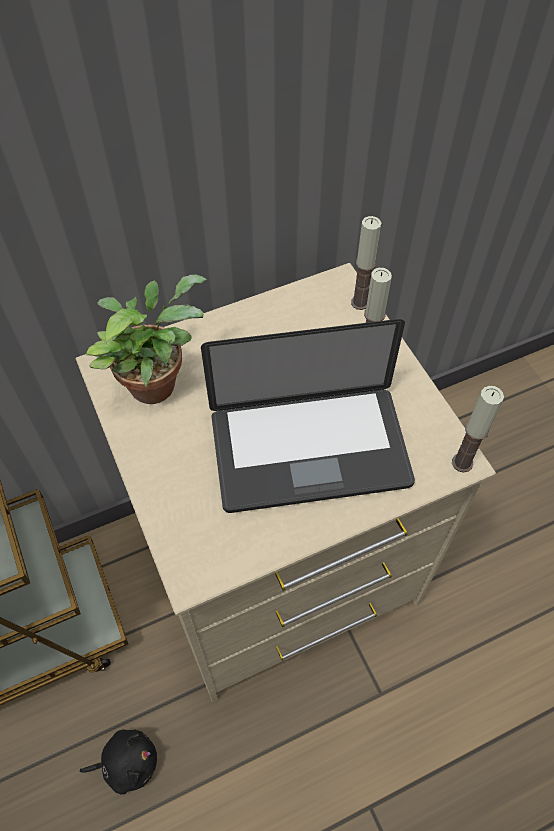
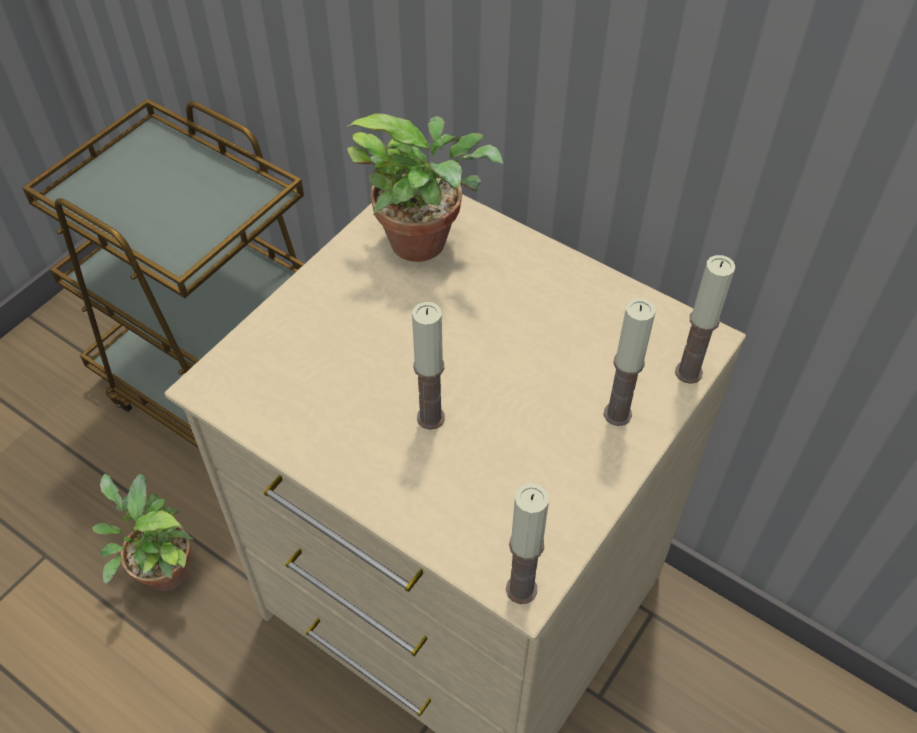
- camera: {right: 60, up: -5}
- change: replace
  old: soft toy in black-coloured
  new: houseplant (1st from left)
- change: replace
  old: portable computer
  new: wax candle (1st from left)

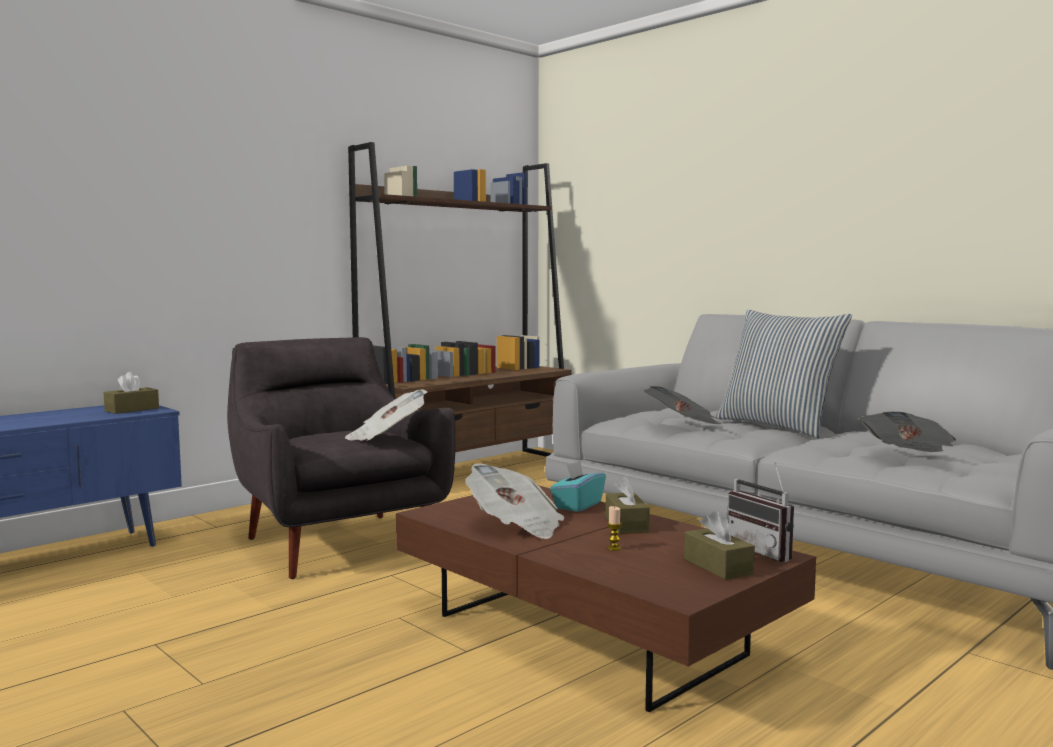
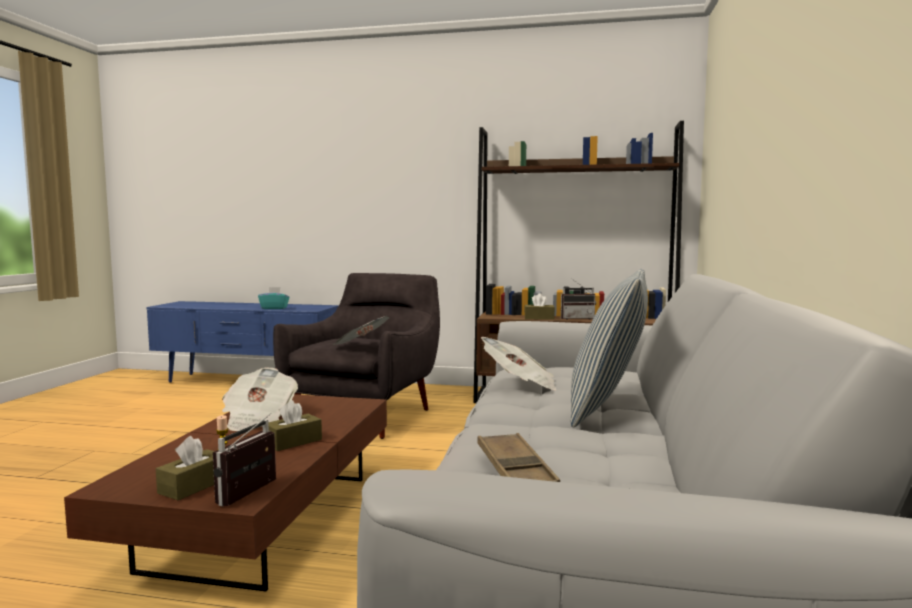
- camera: {right: 55, up: 0}
- change: insert
  new: radio set (2nd from left)
- change: move
  old: tissue box in brownish (1st from left in the first image)
  new: tissue box in brownish (3rd from left)
- change: move
  old: tissue box in blue-green
- change: replace
  old: newspaper (4th from left)
  new: tray in brownish

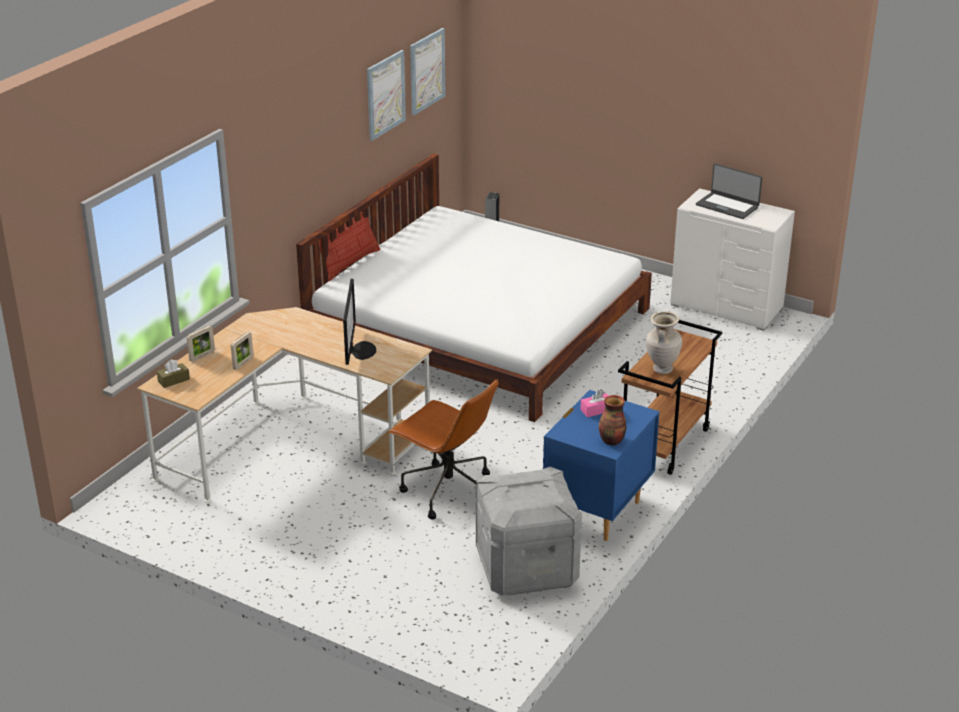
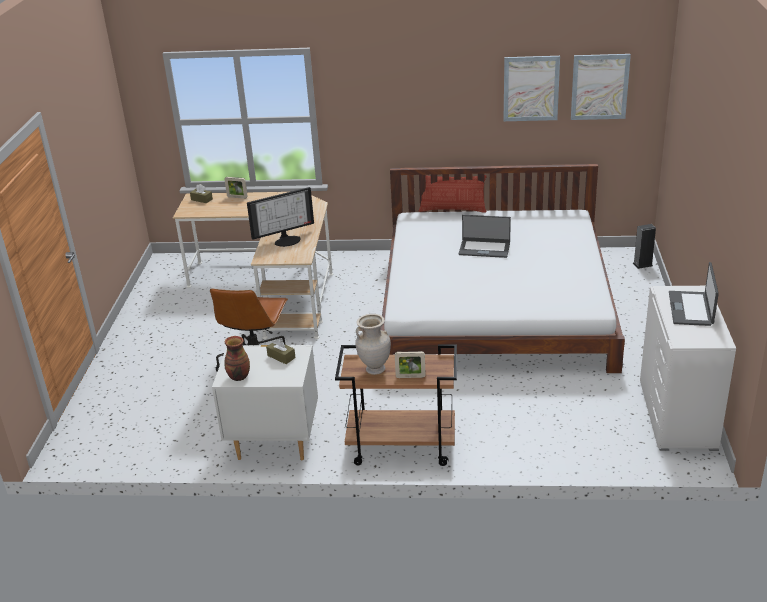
- camera: {right: 65, up: 0}
- change: delete
  old: storage box in greyish
- change: insert
  new: portable computer (1st from left)
- change: move
  old: standing frame (2nd from left)
- change: recolor
  old: nightstand in bluish
  new: nightstand in whitish
- change: recolor
  old: tissue box in pink
  new: tissue box in brownish (2nd from left)

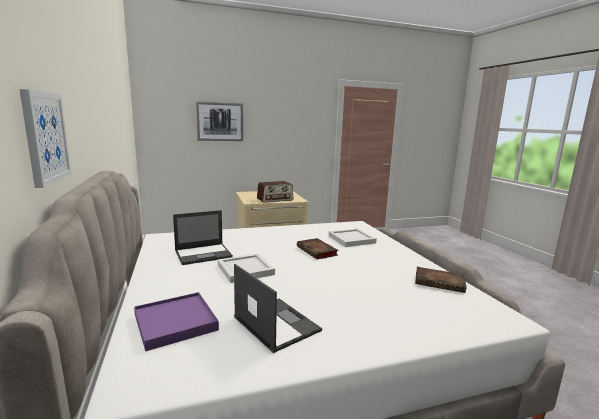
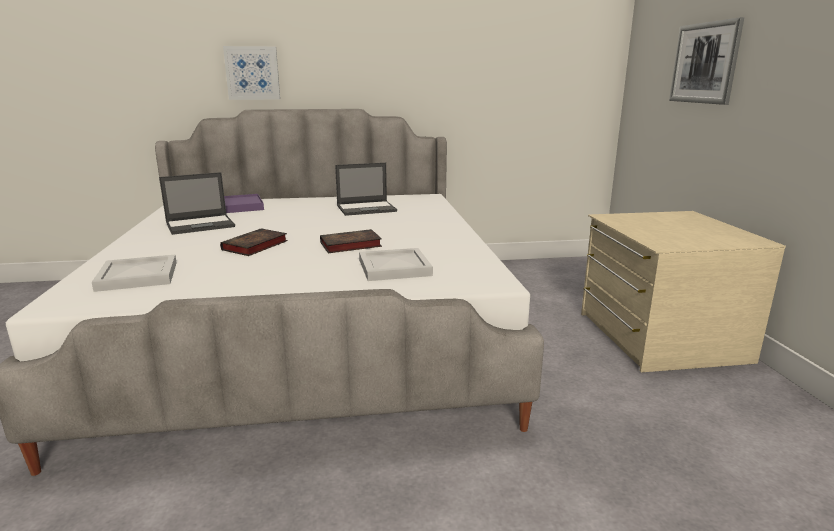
- camera: {right: 100, up: 5}
- change: delete
  old: radio set
- change: move
  old: tray in whitish (1st from left)
- change: move
  old: book (2nd from left in the first image)
  new: book (1st from left)
- change: rotate
  old: portable computer (1st from left in the first image)
  degrees: -90

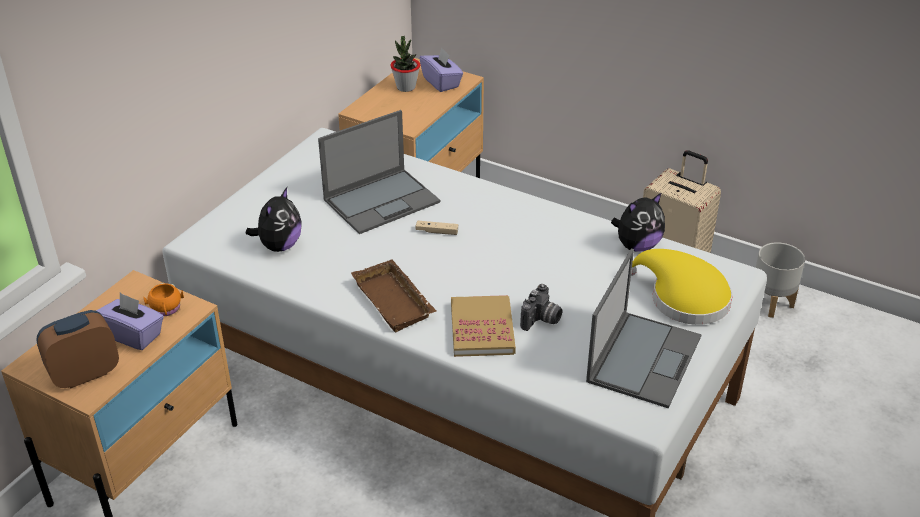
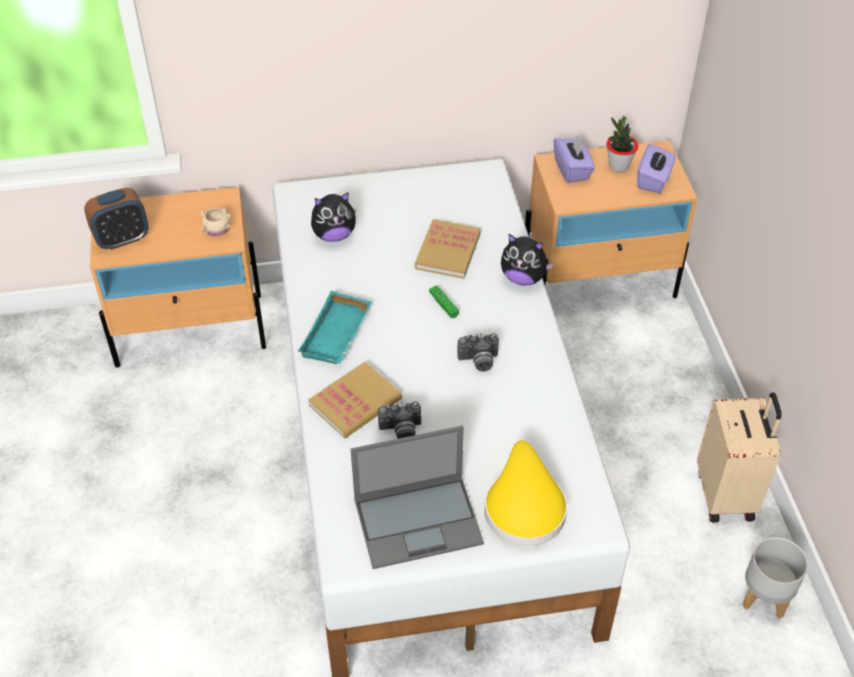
- camera: {right: 50, up: 10}
- change: insert
  new: still camera (2nd from left)
- change: move
  old: tissue box in purple (1st from left)
- change: move
  old: soft toy (2nd from left)
- change: replace
  old: portable computer (1st from left)
  new: book (2nd from left)
- change: recolor
  old: mug in orange-coloured
  new: mug in beige
- change: recolor
  old: tray in brownish
  new: tray in blue-green
- change: recolor
  old: joypad in beige
  new: joypad in green
- change: rotate
  old: bedside clock
  degrees: 135

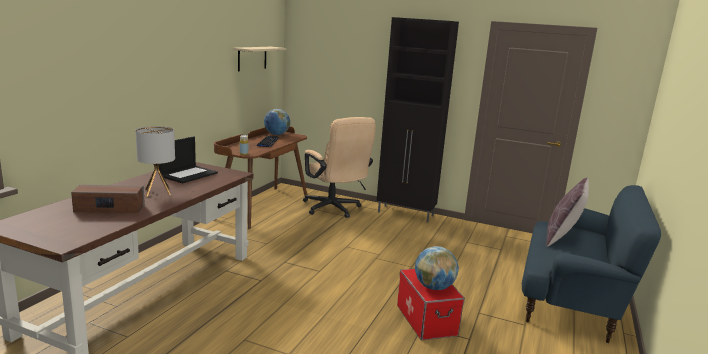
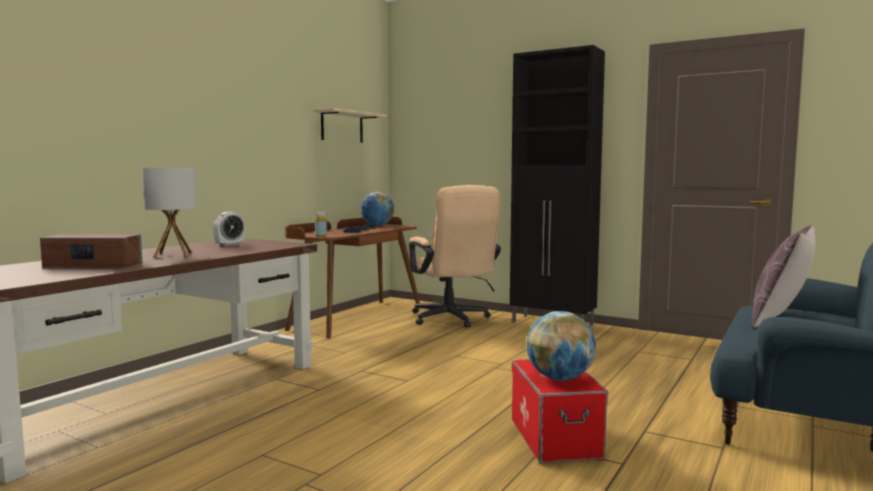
- camera: {right: 10, up: -10}
- change: replace
  old: portable computer
  new: bedside clock

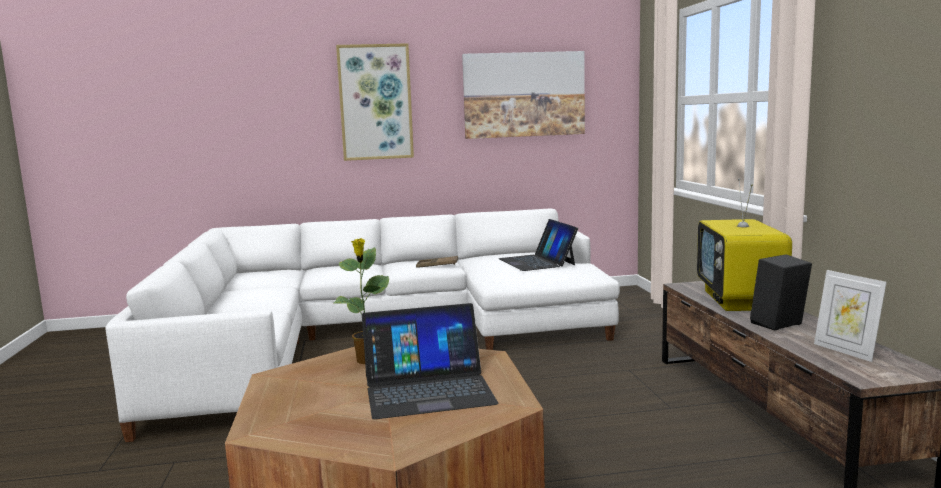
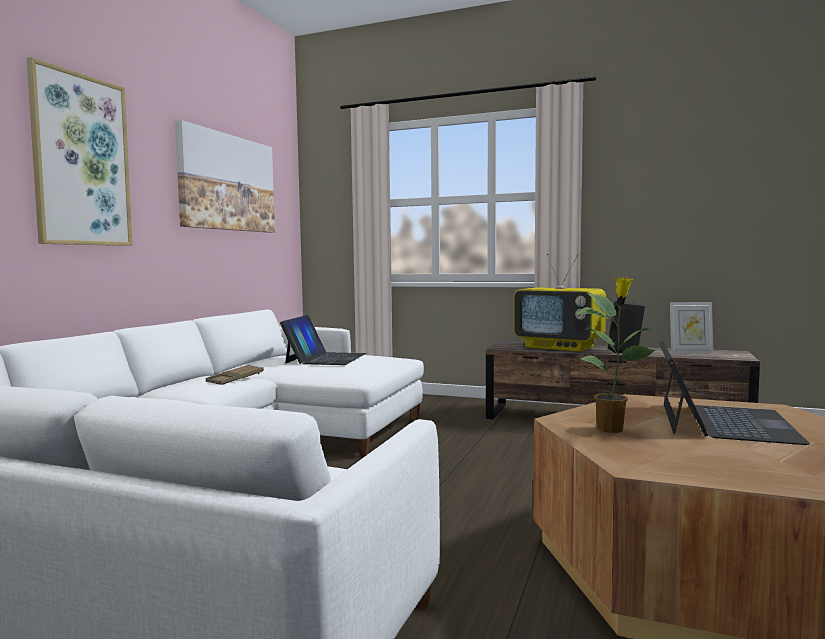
- camera: {right: -60, up: -5}
- change: rotate
  old: portable computer (2nd from left in the first image)
  degrees: -90

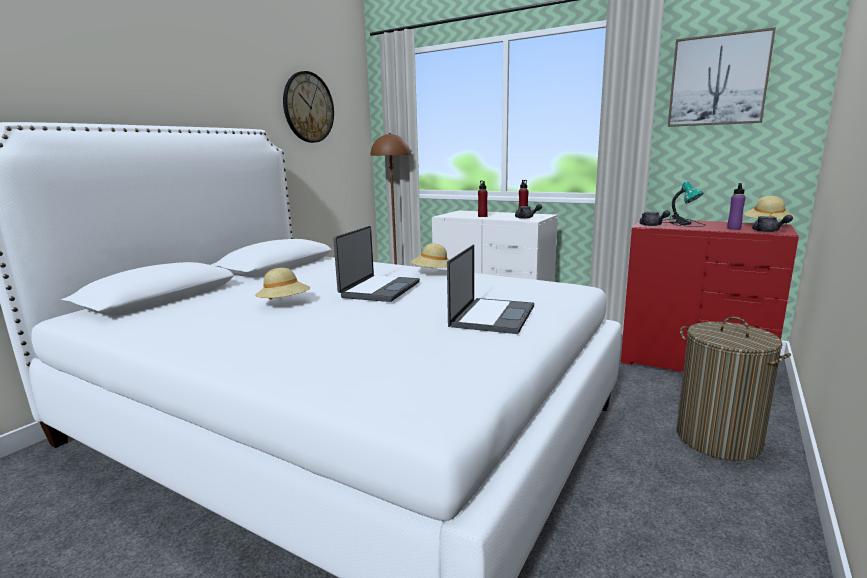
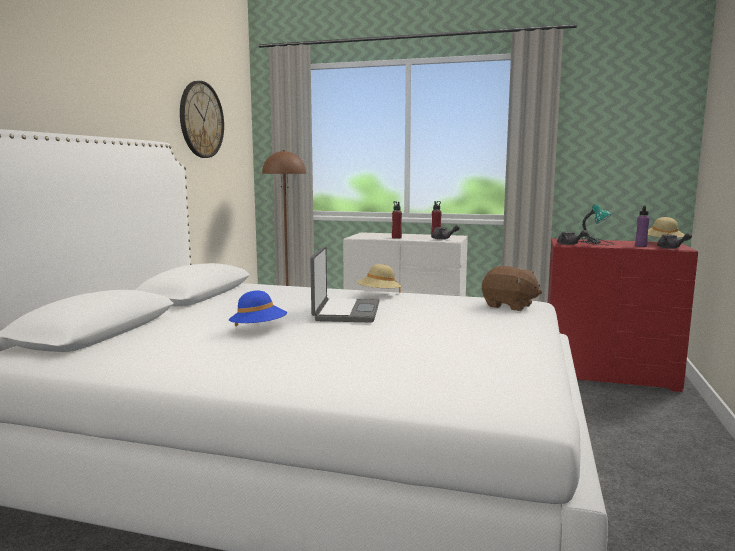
- camera: {right: -15, up: -5}
- change: delete
  old: portable computer (2nd from left)
- change: delete
  old: picture
- change: delete
  old: hamper
- change: insert
  new: soft toy in brownish
- change: recolor
  old: hat in beige (1st from left)
  new: hat in bluish

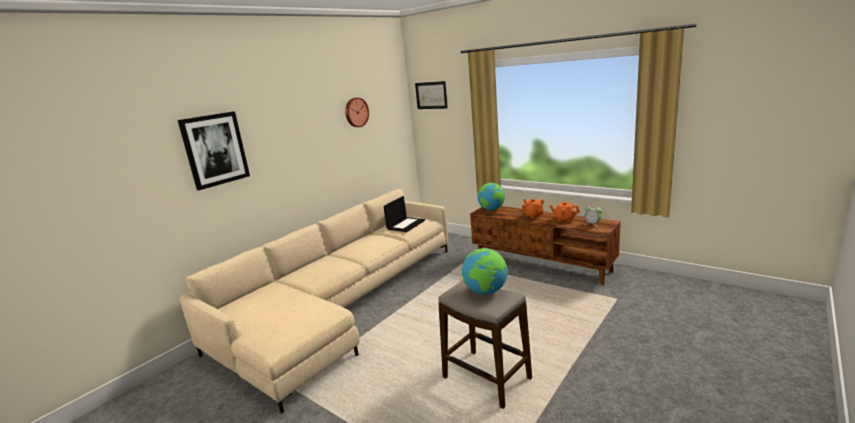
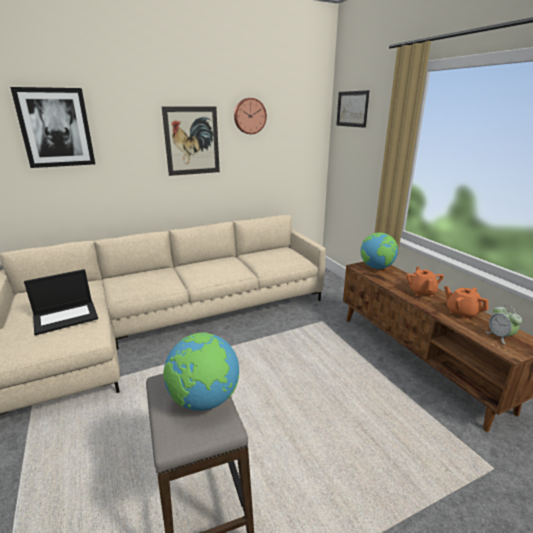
- camera: {right: 25, up: 5}
- change: insert
  new: picture (2nd from left)
- change: move
  old: portable computer

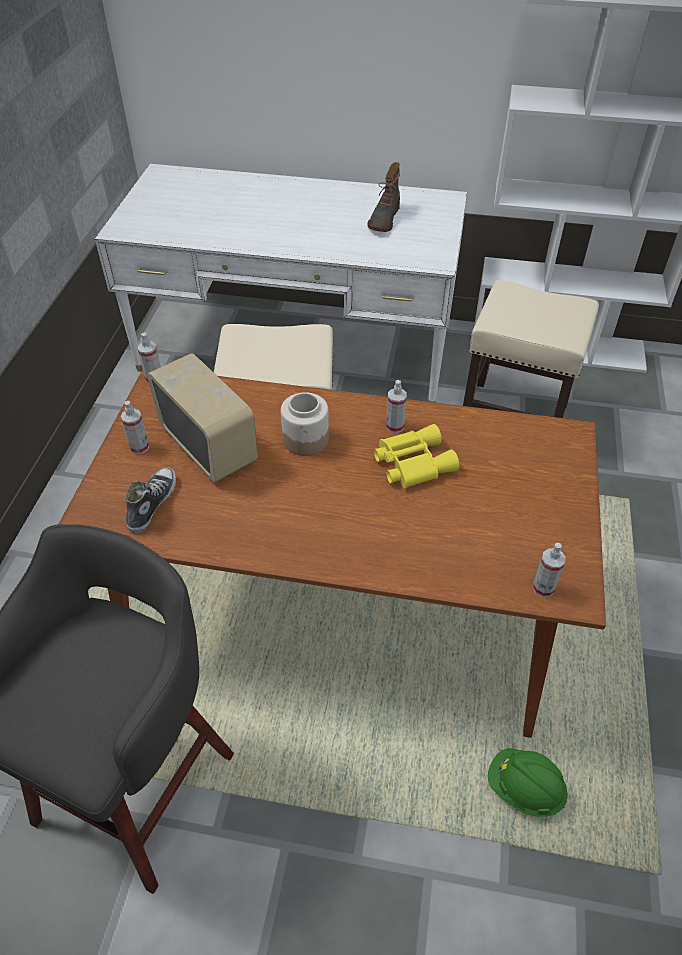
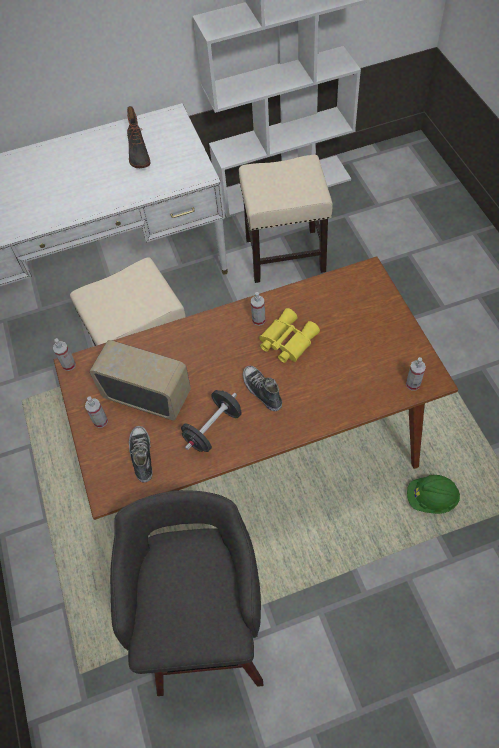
- camera: {right: -25, up: 10}
- change: delete
  old: jar
- change: insert
  new: hand weight in black-coloured
- change: insert
  new: item of footwear (2nd from left)

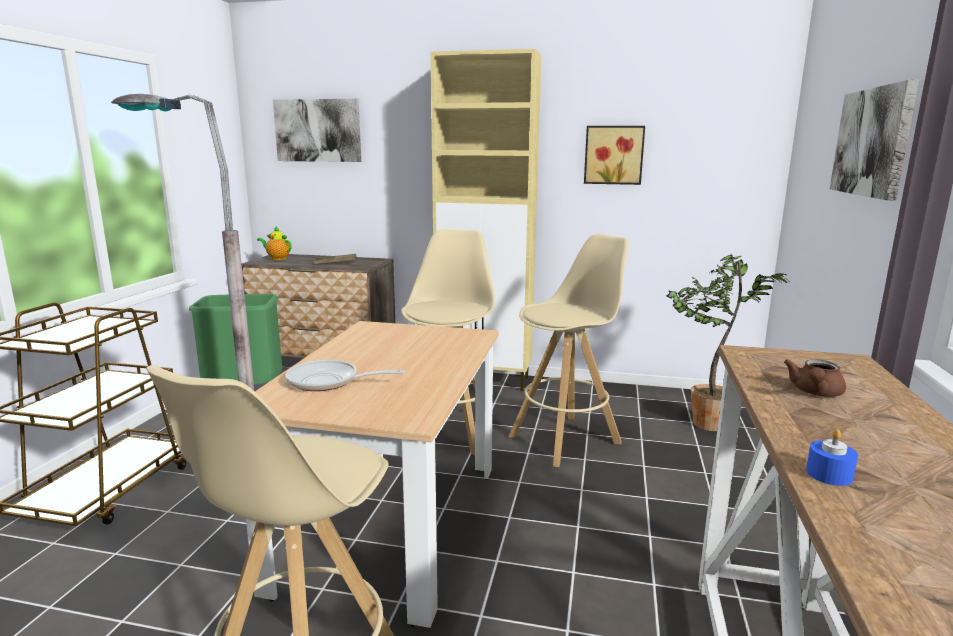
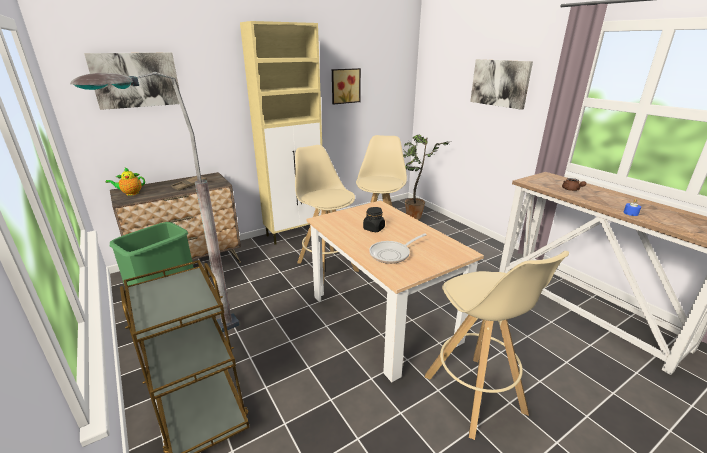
- camera: {right: -45, up: 10}
- change: insert
  new: jar in black-coloured

